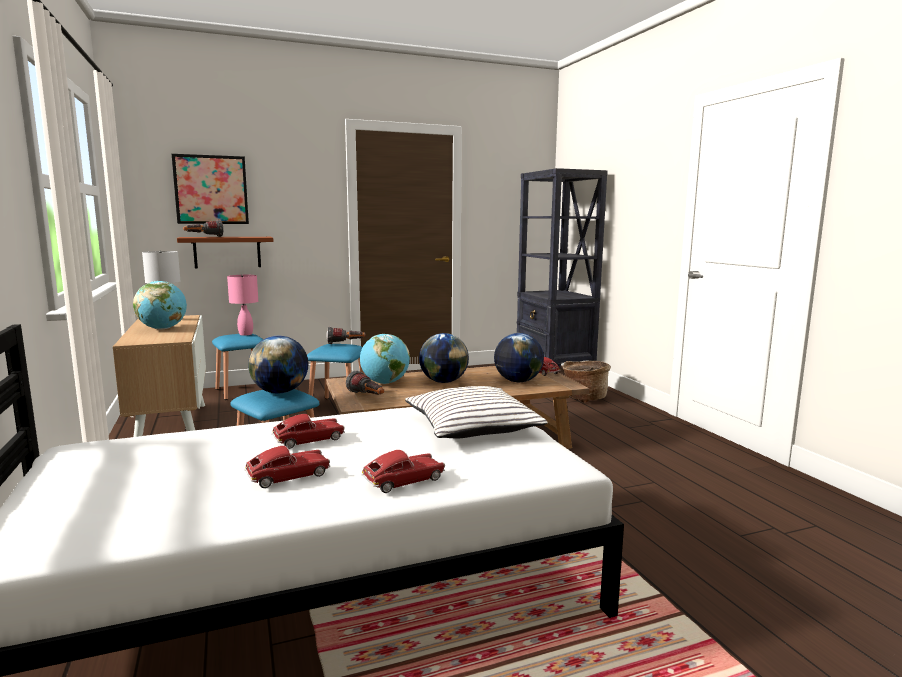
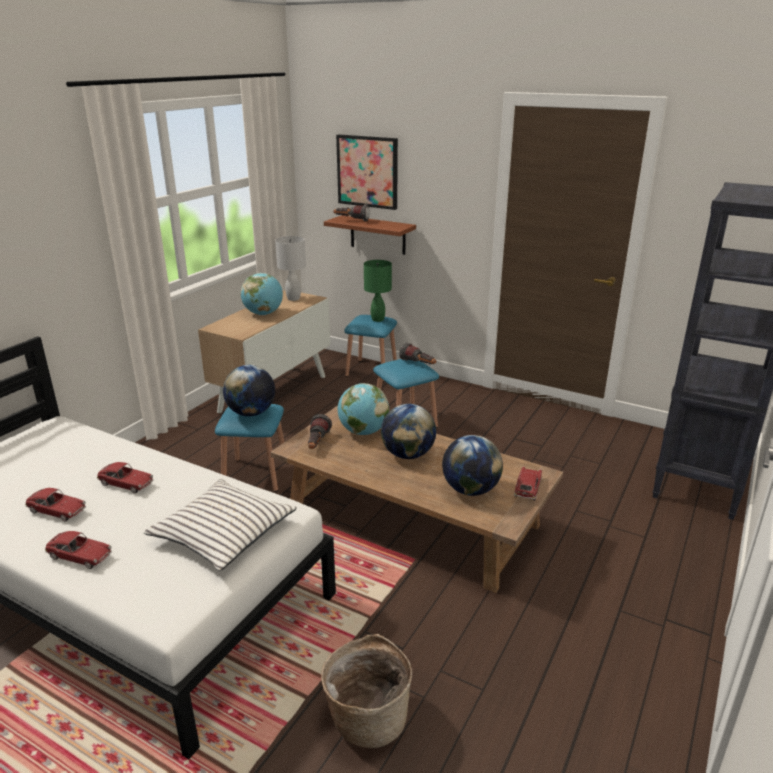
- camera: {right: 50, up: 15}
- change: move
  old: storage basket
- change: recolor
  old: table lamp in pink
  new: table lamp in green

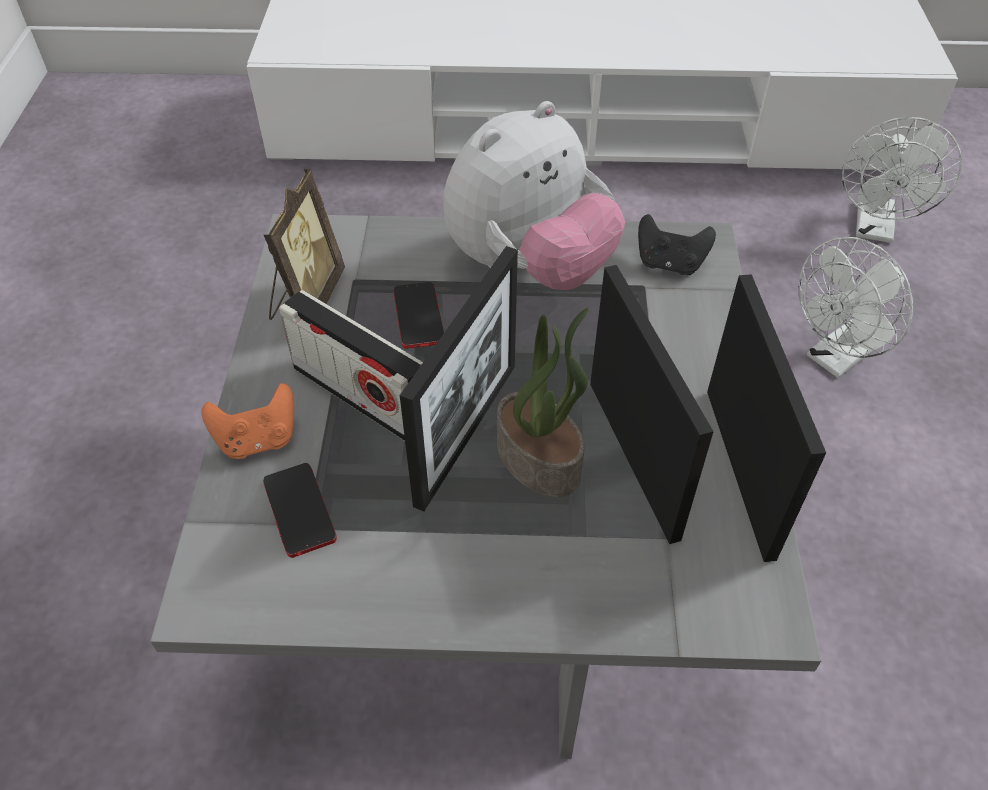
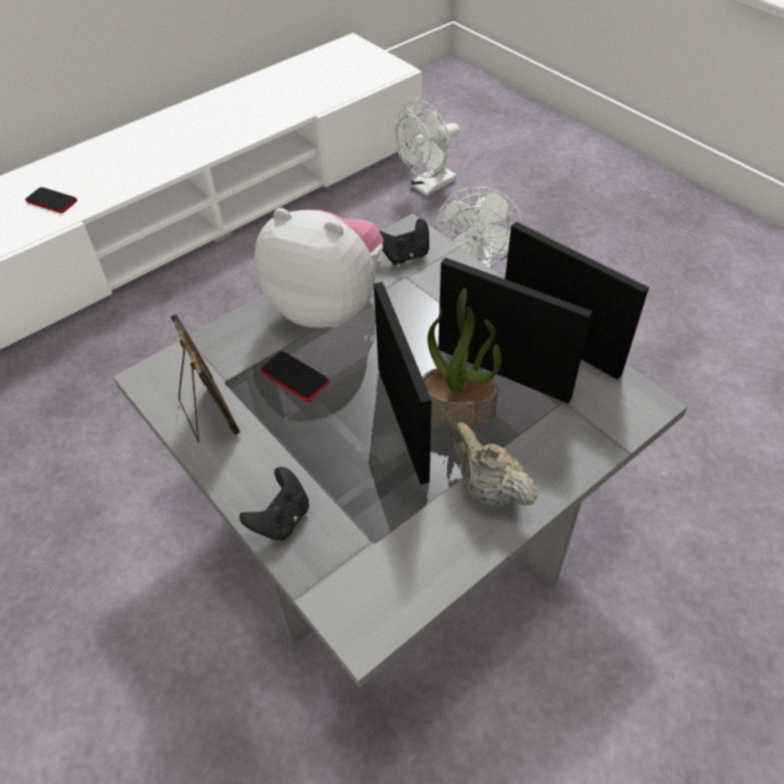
- camera: {right: -40, up: 0}
- change: delete
  old: radio set
- change: insert
  new: pot for tea in beige
- change: move
  old: phone (1st from left)
- change: recolor
  old: joypad in orange-coloured
  new: joypad in black-coloured (1st from left)
- change: rotate
  old: soft toy
  degrees: -75
- change: rotate
  old: electric fan in whitish (2nd from left in the first image)
  degrees: 75

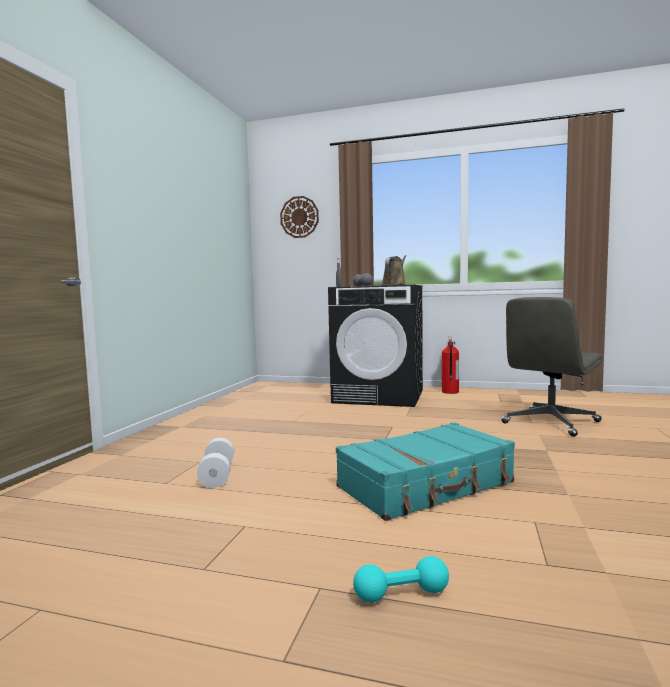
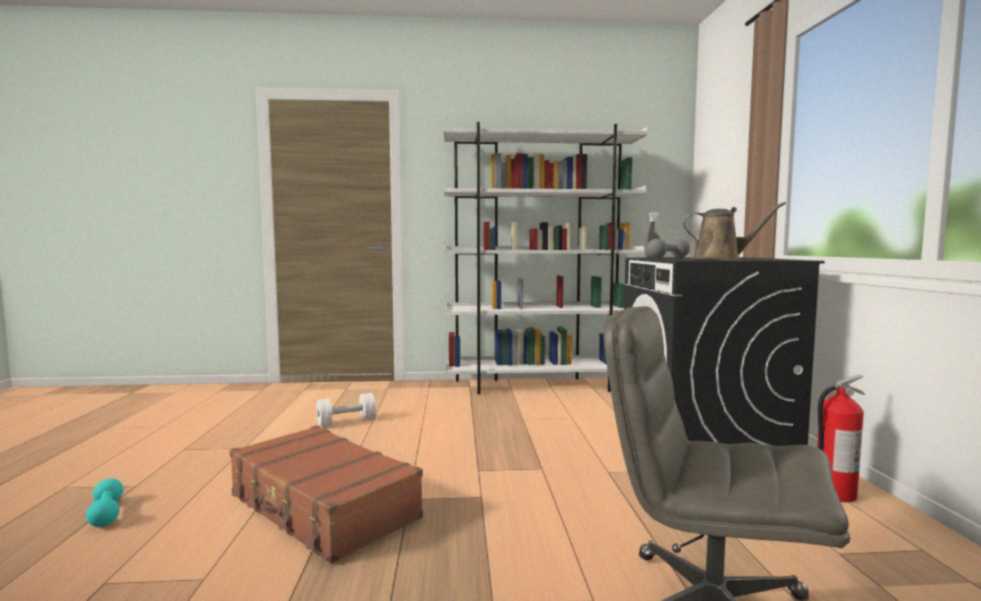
- camera: {right: 70, up: 0}
- change: delete
  old: hanging clock
- change: insert
  new: bookcase in whitish
- change: recolor
  old: suitcase in blue-green
  new: suitcase in brownish

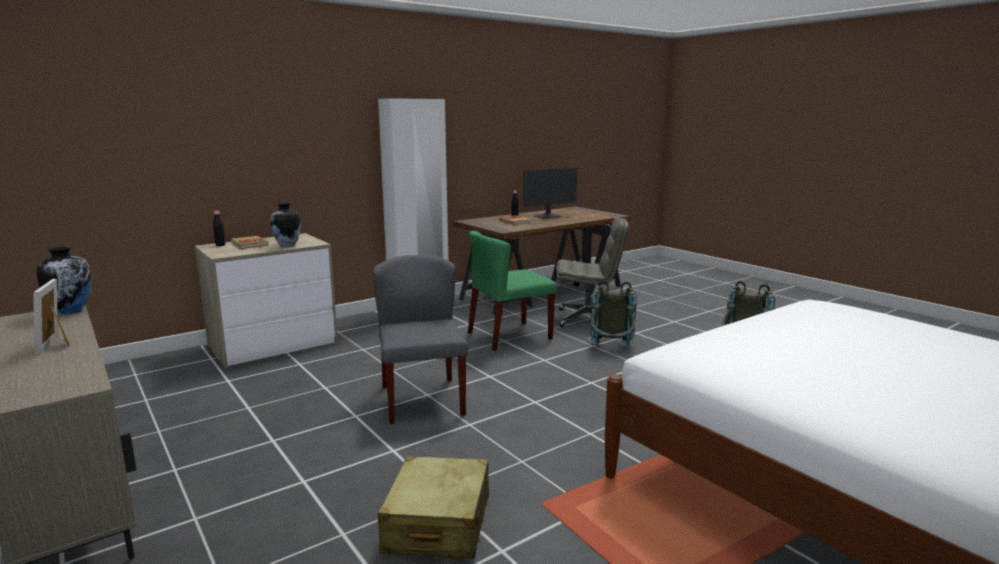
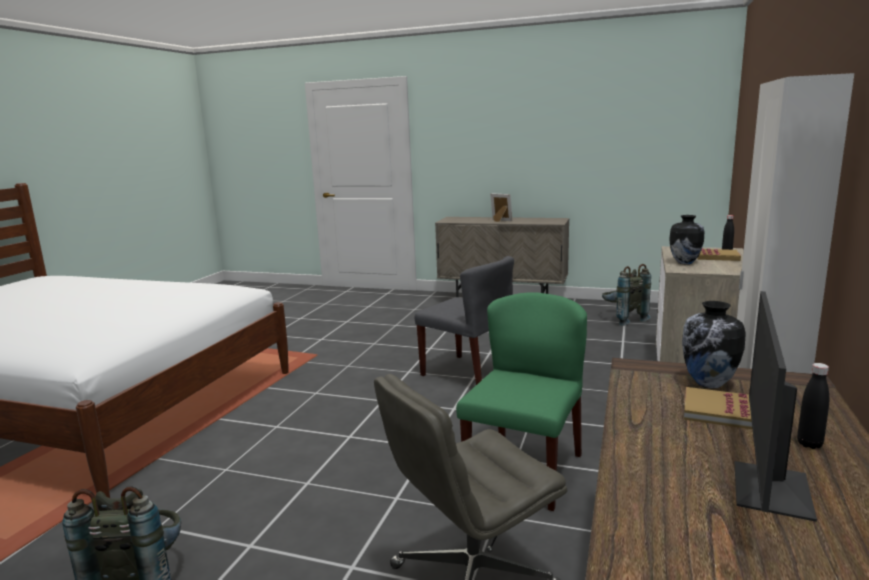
- camera: {right: 145, up: 0}
- change: delete
  old: suitcase in beige
- change: move
  old: decorative vase (1st from left in the first image)
  new: decorative vase (2nd from left)
- change: move
  old: knapsack in greyish (1st from left in the first image)
  new: knapsack in greyish (2nd from left)

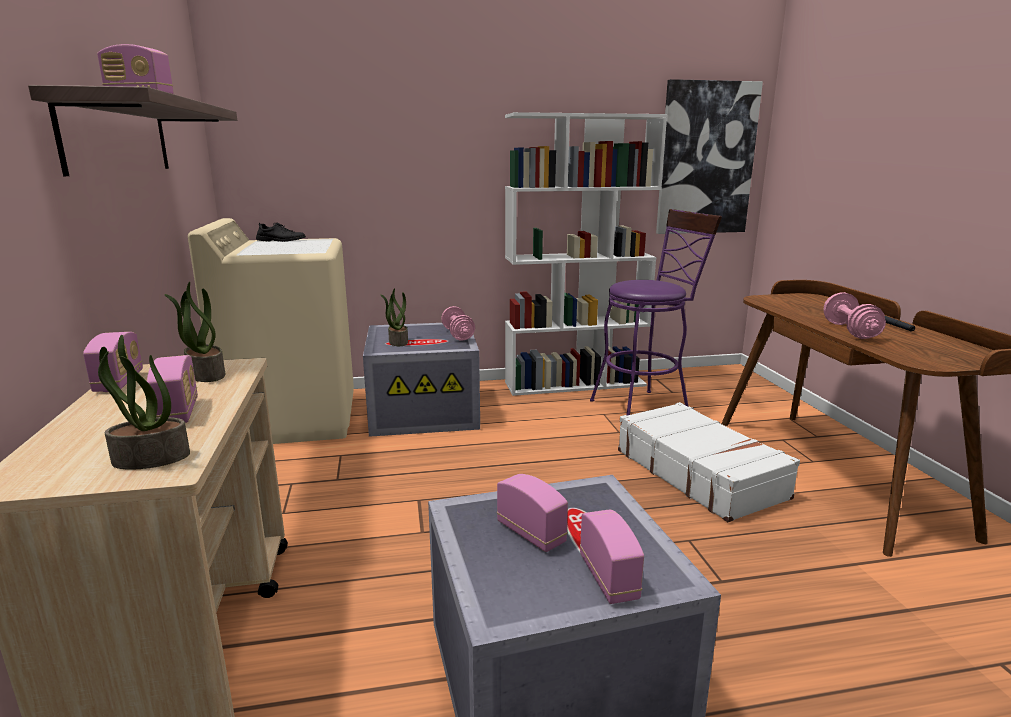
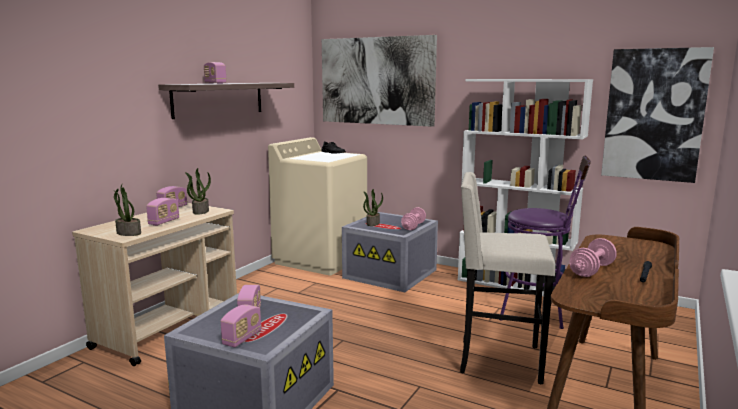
- camera: {right: 40, up: -5}
- change: insert
  new: picture (1st from left)
- change: replace
  old: suitcase in whitish
  new: stool seat in beige

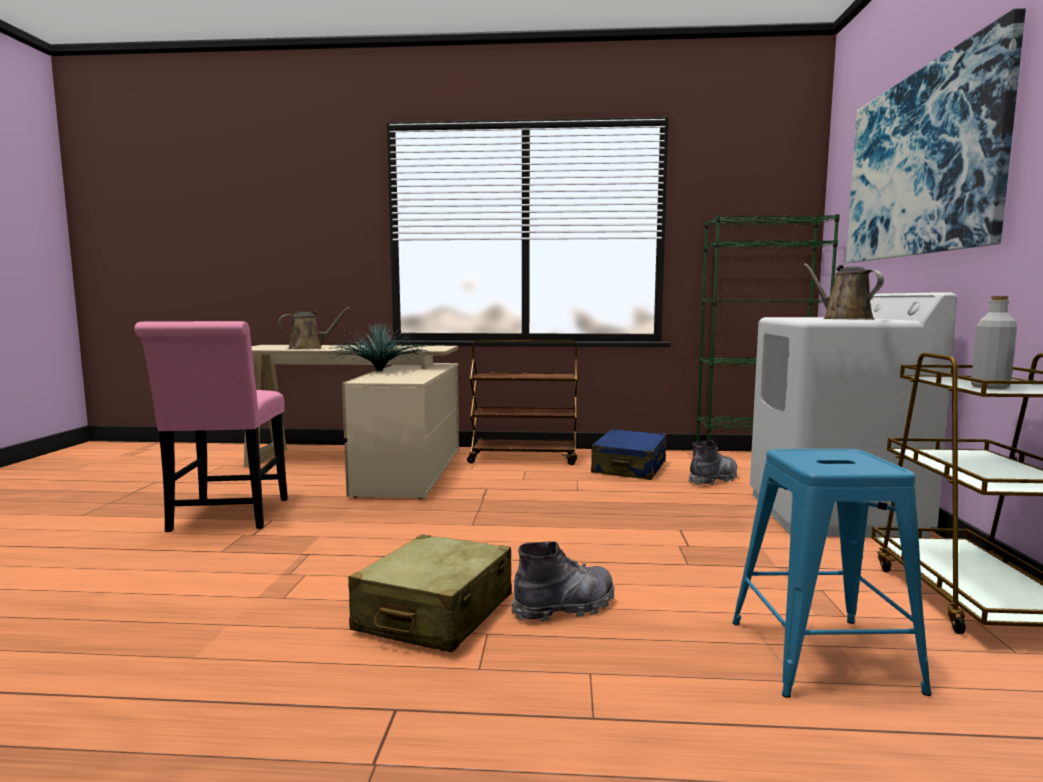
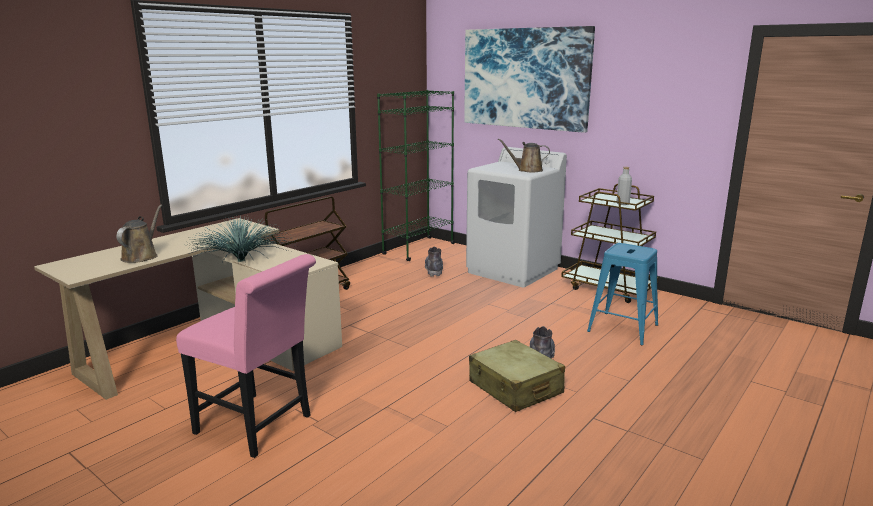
- camera: {right: -55, up: 10}
- change: delete
  old: suitcase in bluish

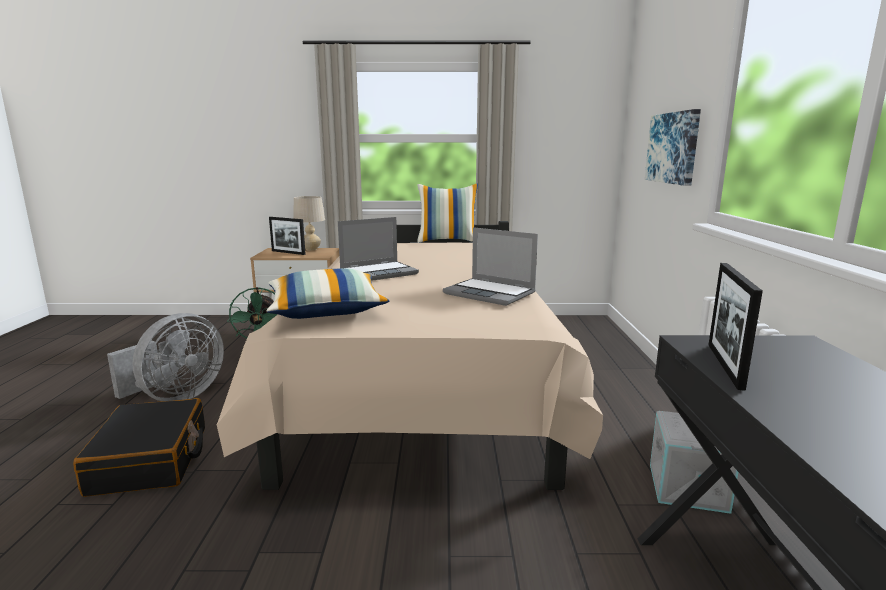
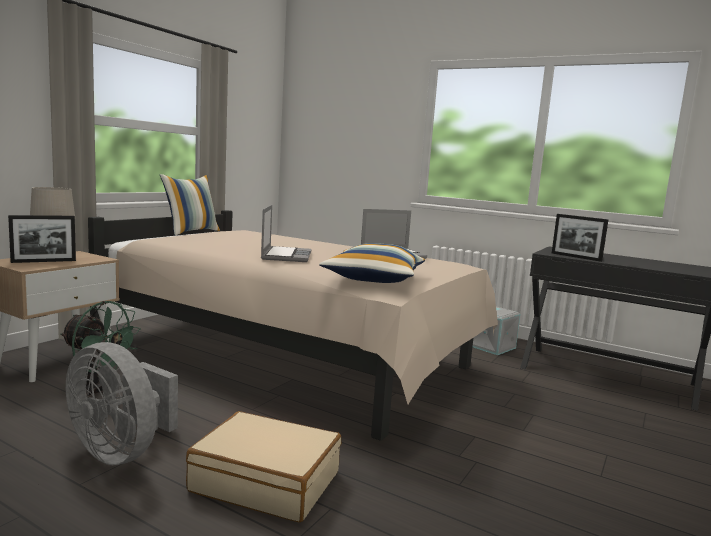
- camera: {right: -60, up: -5}
- change: delete
  old: picture
- change: recolor
  old: suitcase in black-coloured
  new: suitcase in beige
- change: rotate
  old: electric fan in greyish
  degrees: 150

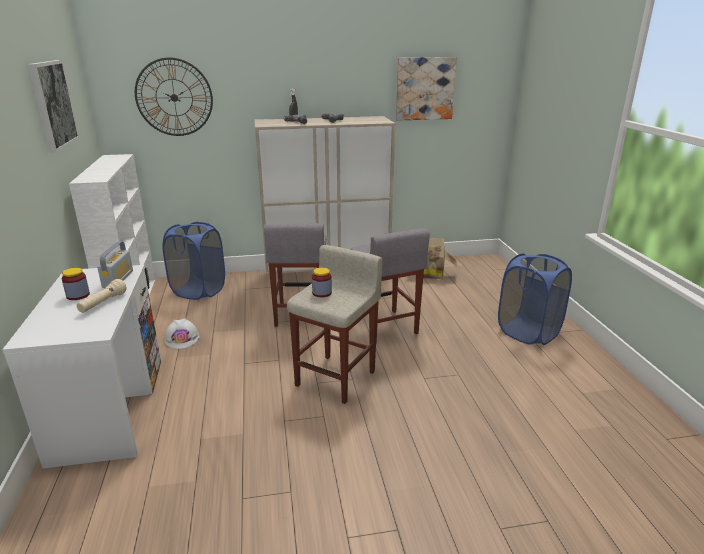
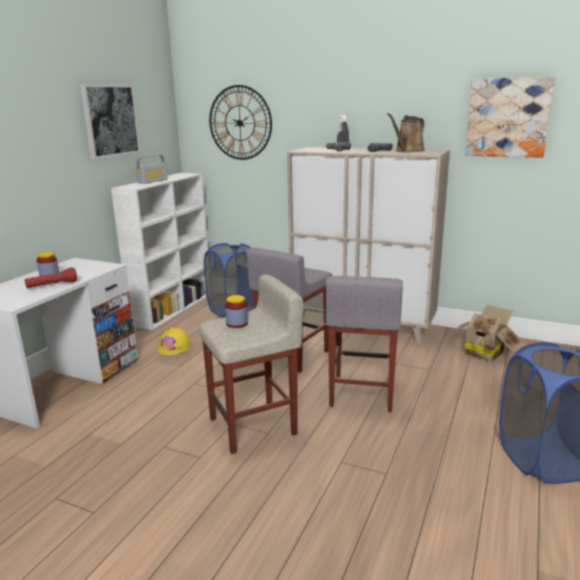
- camera: {right: 35, up: -5}
- change: insert
  new: watering can in brownish
- change: move
  old: radio set
- change: recolor
  old: flashlight in beige
  new: flashlight in red-coloured
- change: recolor
  old: work helmet in whitish
  new: work helmet in yellow

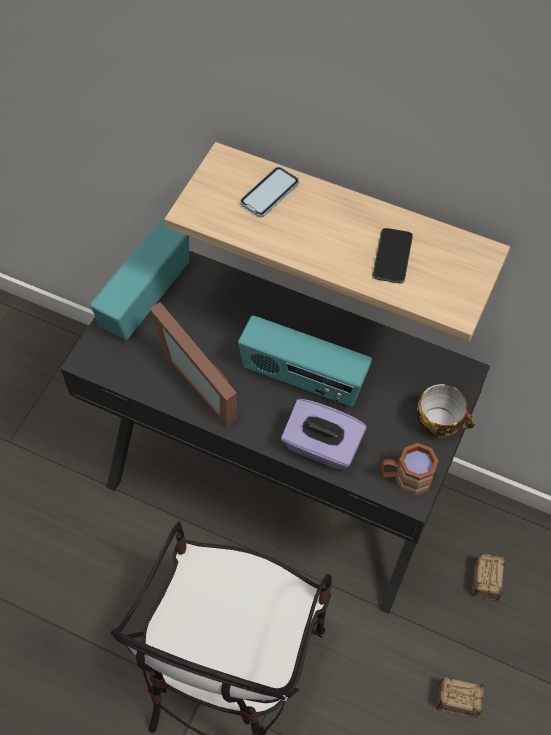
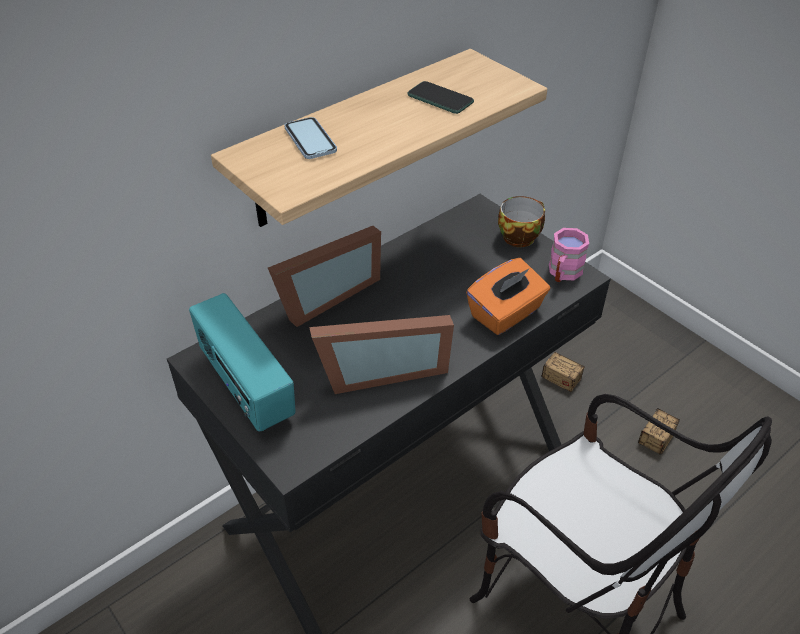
- camera: {right: -65, up: -15}
- change: delete
  old: radio set (2nd from left)
- change: insert
  new: standing frame (1st from left)
- change: recolor
  old: tissue box in purple
  new: tissue box in orange-coloured
- change: recolor
  old: mug in brownish
  new: mug in pink

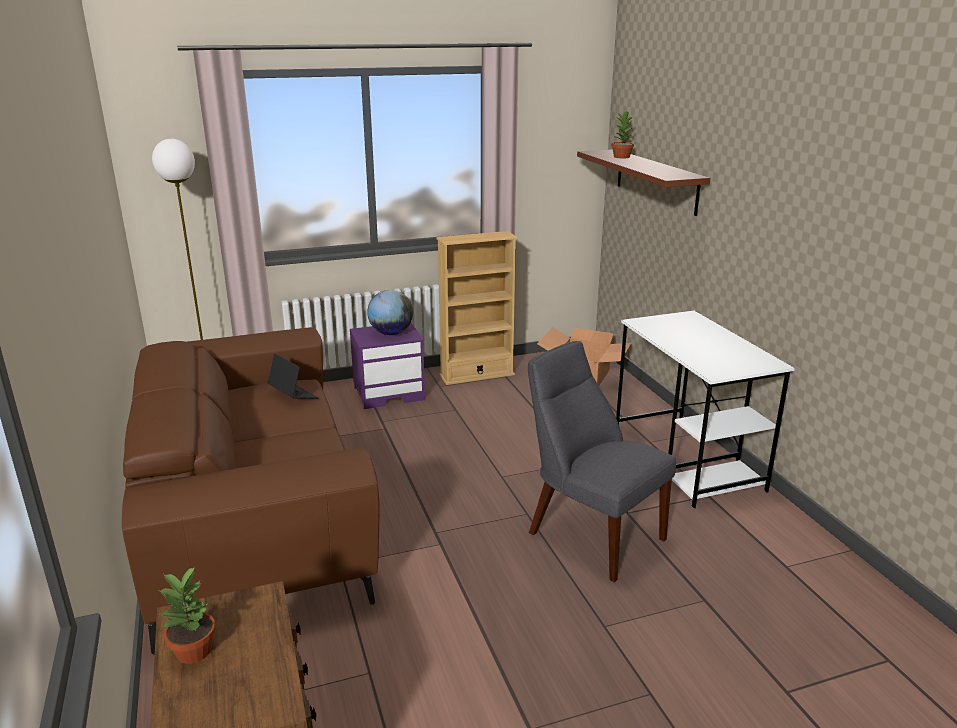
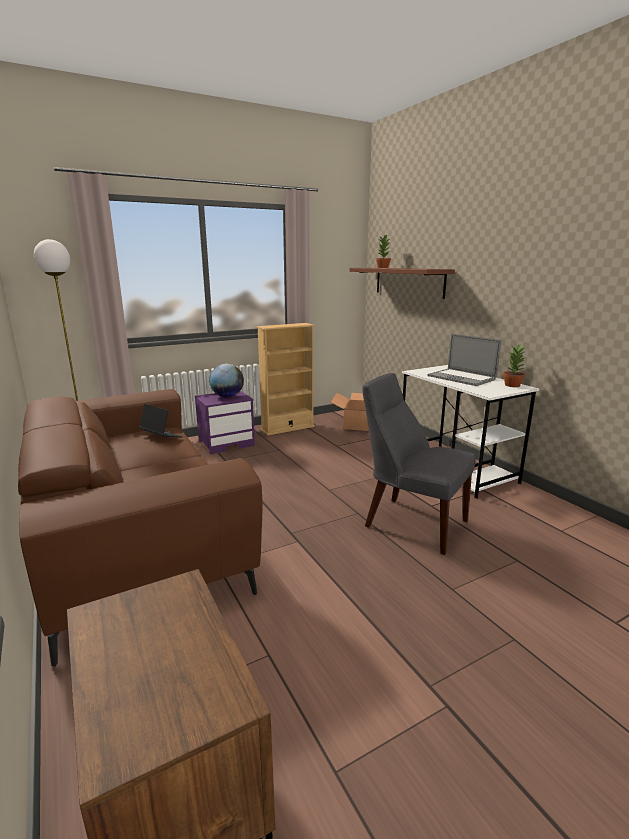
- camera: {right: -10, up: -5}
- change: insert
  new: portable computer (2nd from left)
- change: move
  old: houseplant (1st from left in the first image)
  new: houseplant (2nd from left)

